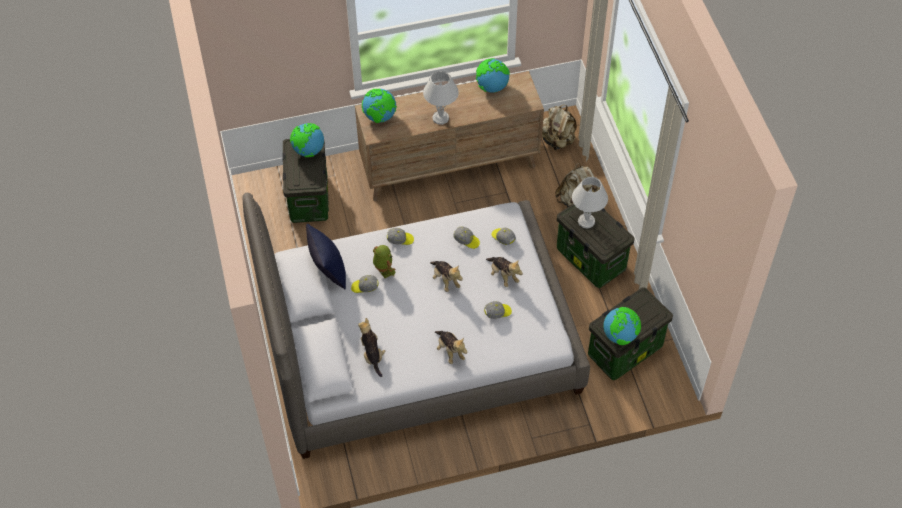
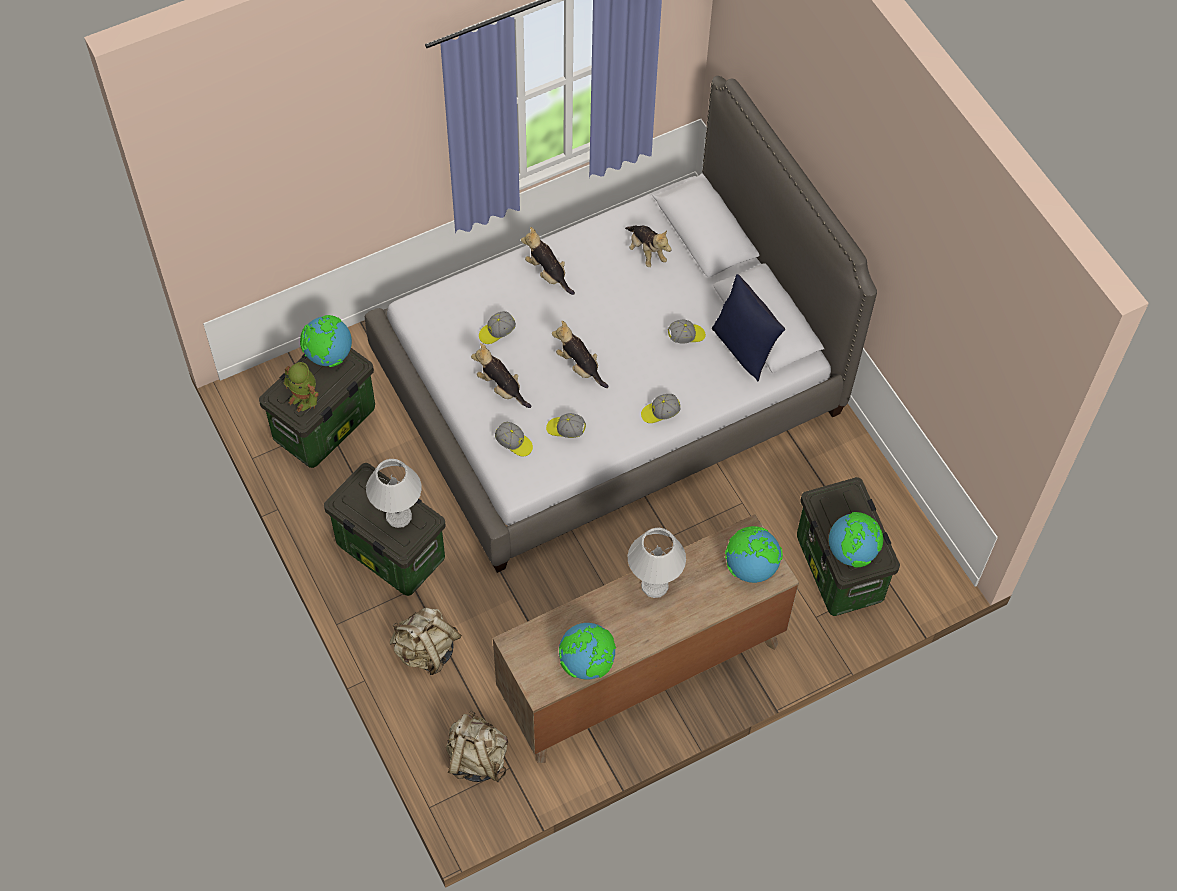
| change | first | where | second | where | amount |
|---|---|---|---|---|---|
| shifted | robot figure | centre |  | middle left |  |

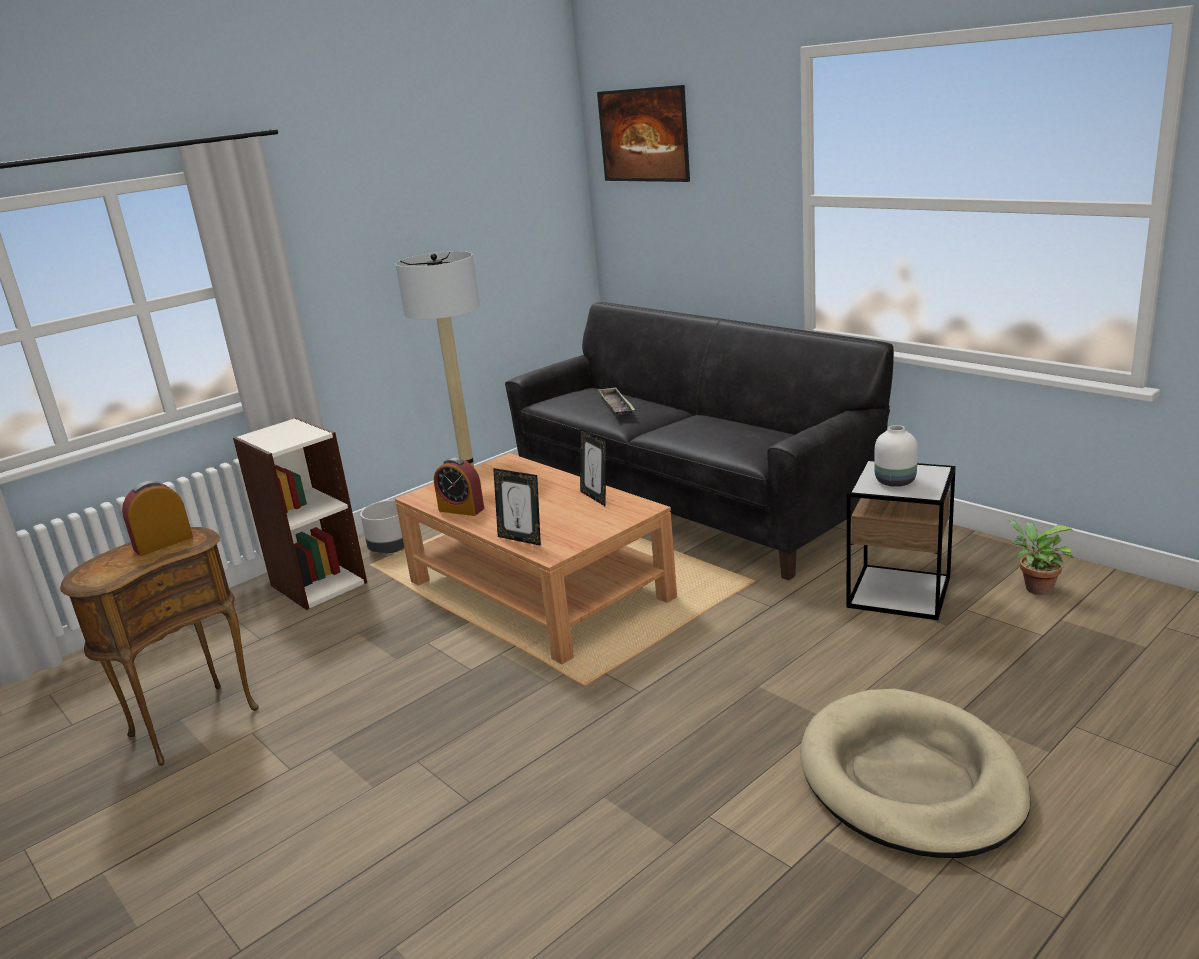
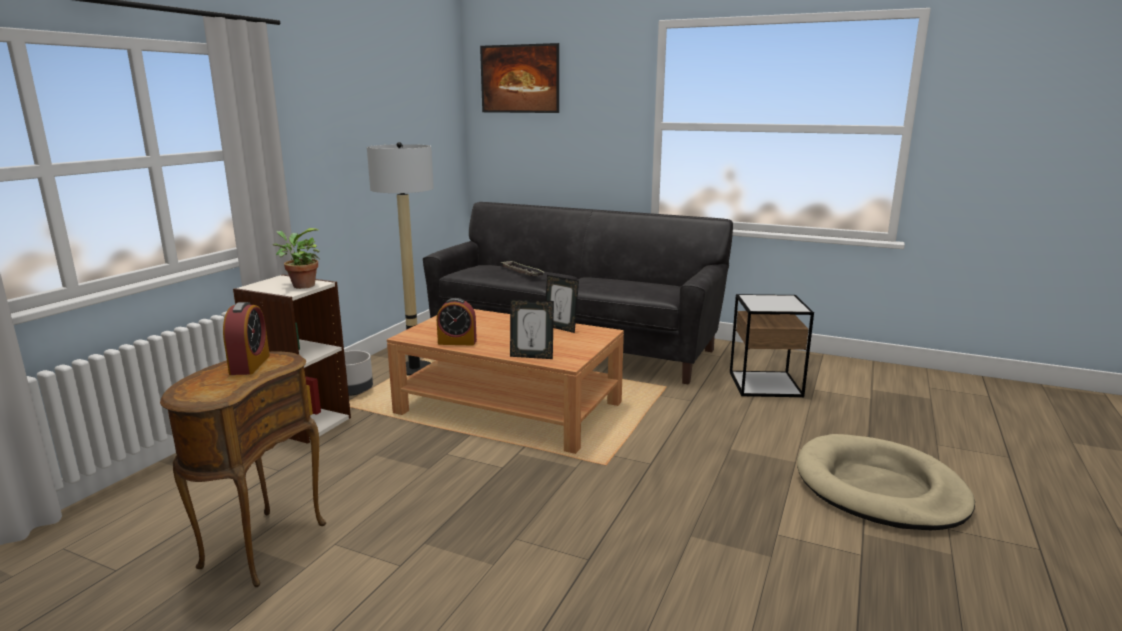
| change | first | where | second | where | amount |
|---|---|---|---|---|---|
| rotated | bedside clock (no. 1 from left) | middle left |  | middle left | 150 degrees clockwise |
| gone | flower vase (white) | middle right |  |  |  |
| shifted | plant in a pot | middle right |  | middle left |  |

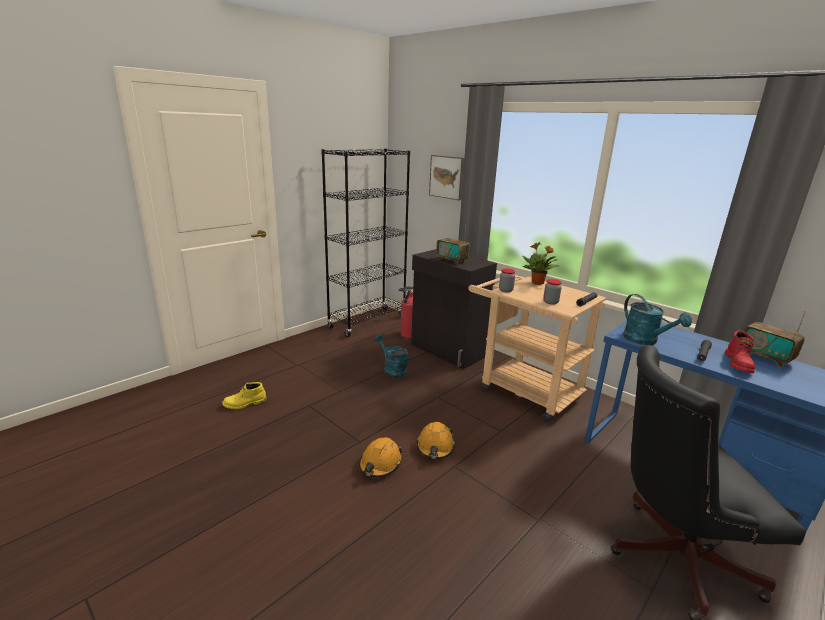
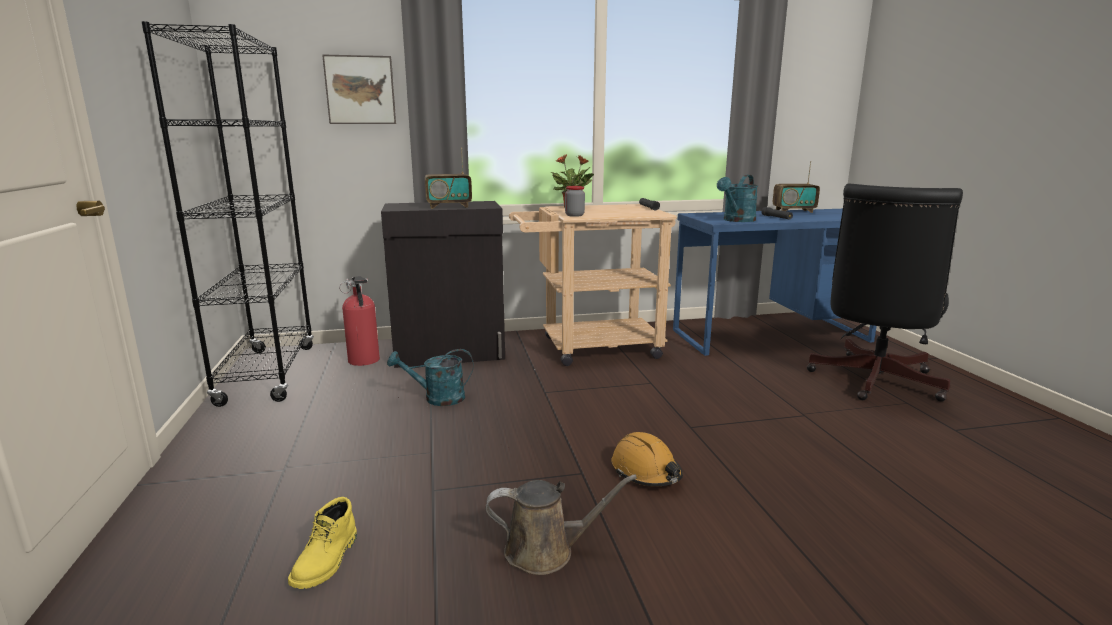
| change | first | where | second | where | amount |
|---|---|---|---|---|---|
| gone | safety helmet (orangey) (no. 2 from left) | bottom centre |  |  |  |
| gone | storage jar (no. 2 from left) | middle right |  |  |  |
| rotated | watering pot (turquoise-coloured) (no. 2 from left) | middle right |  | top centre | 120 degrees clockwise |
| gone | boot (reddish) | middle right |  |  |  |
| new |  |  | watering pot (brownish) | bottom centre |  |

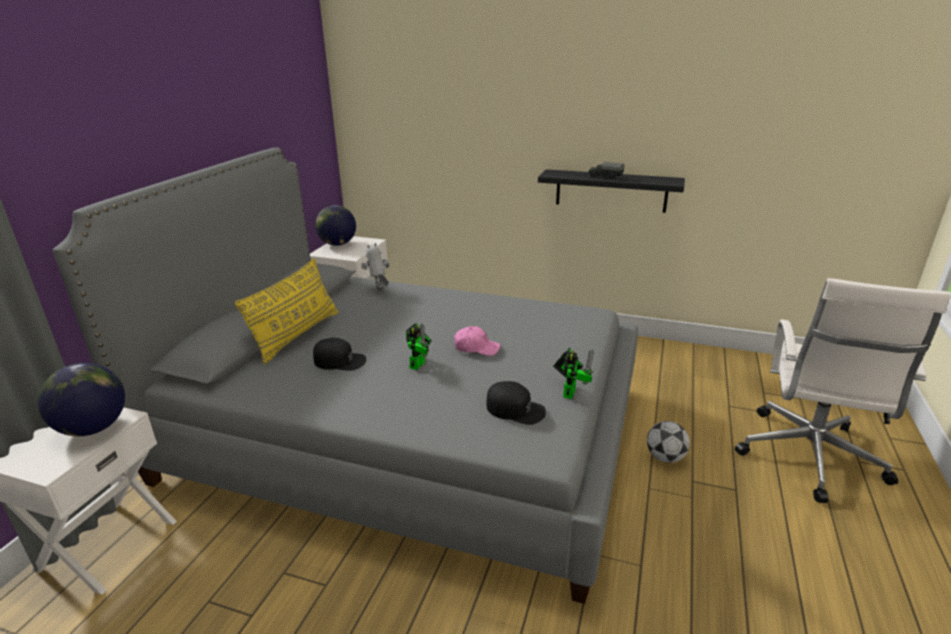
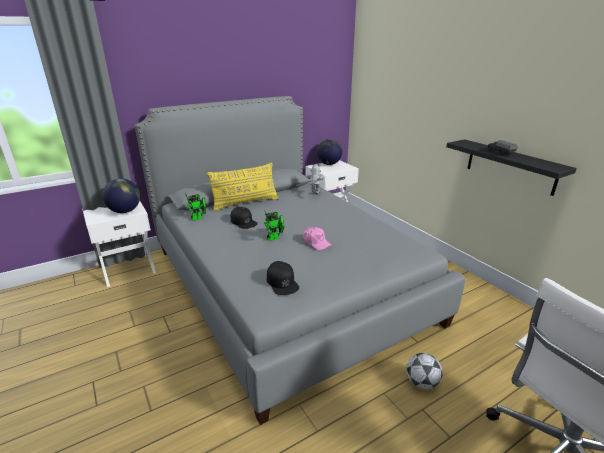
| change | first | where | second | where | amount |
|---|---|---|---|---|---|
| shifted | robot figure (no. 3 from left in the first image) | centre | robot figure (no. 1 from left) | middle left |  |

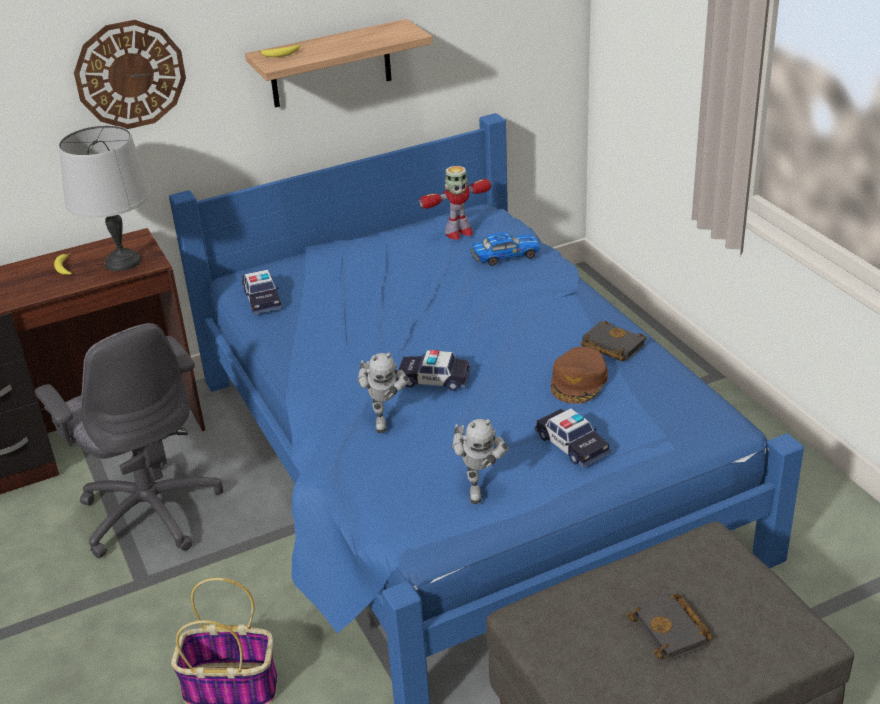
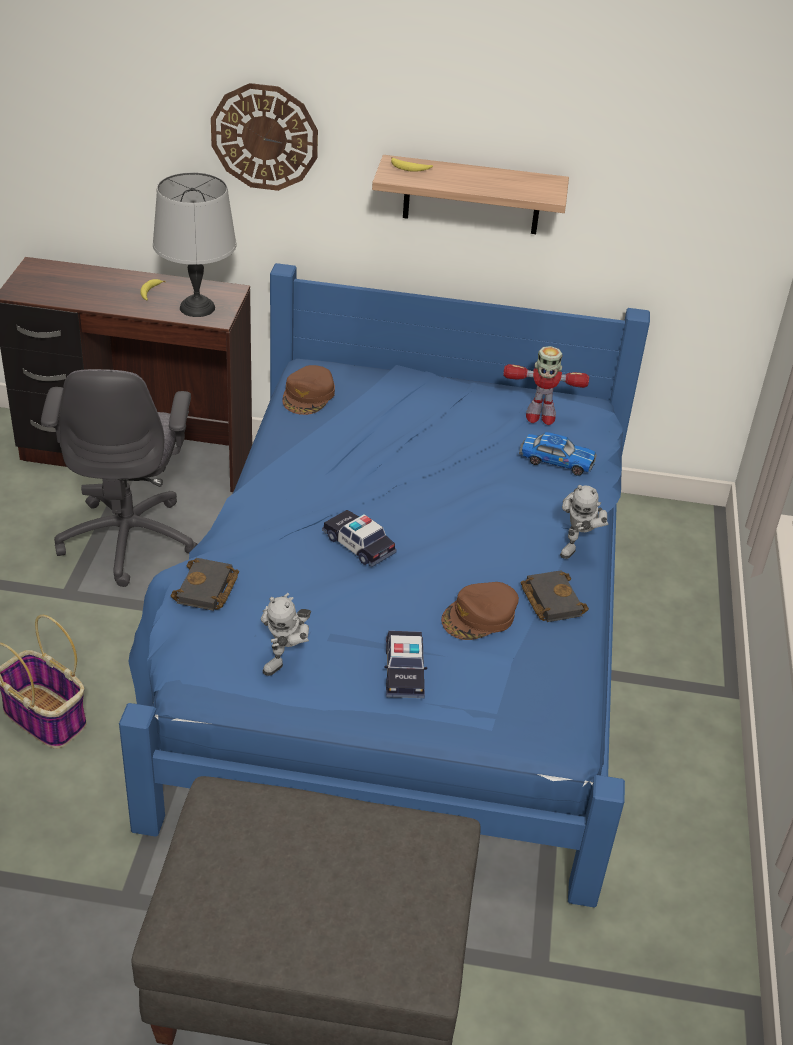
| change | first | where | second | where | amount |
|---|---|---|---|---|---|
| swapped | miniature car (no. 1 from left) | middle left | cap (brownish) (no. 1 from left) | centre |  |
| shifted | robot figure (no. 1 from left in the first image) | centre | robot figure (no. 3 from left) | middle right |  |
| shifted | volume (blackish) (no. 2 from left in the first image) | bottom right | volume (blackish) (no. 1 from left) | middle left |  |

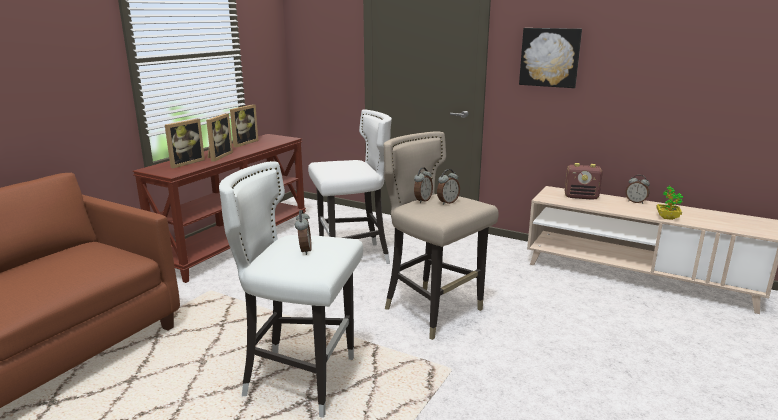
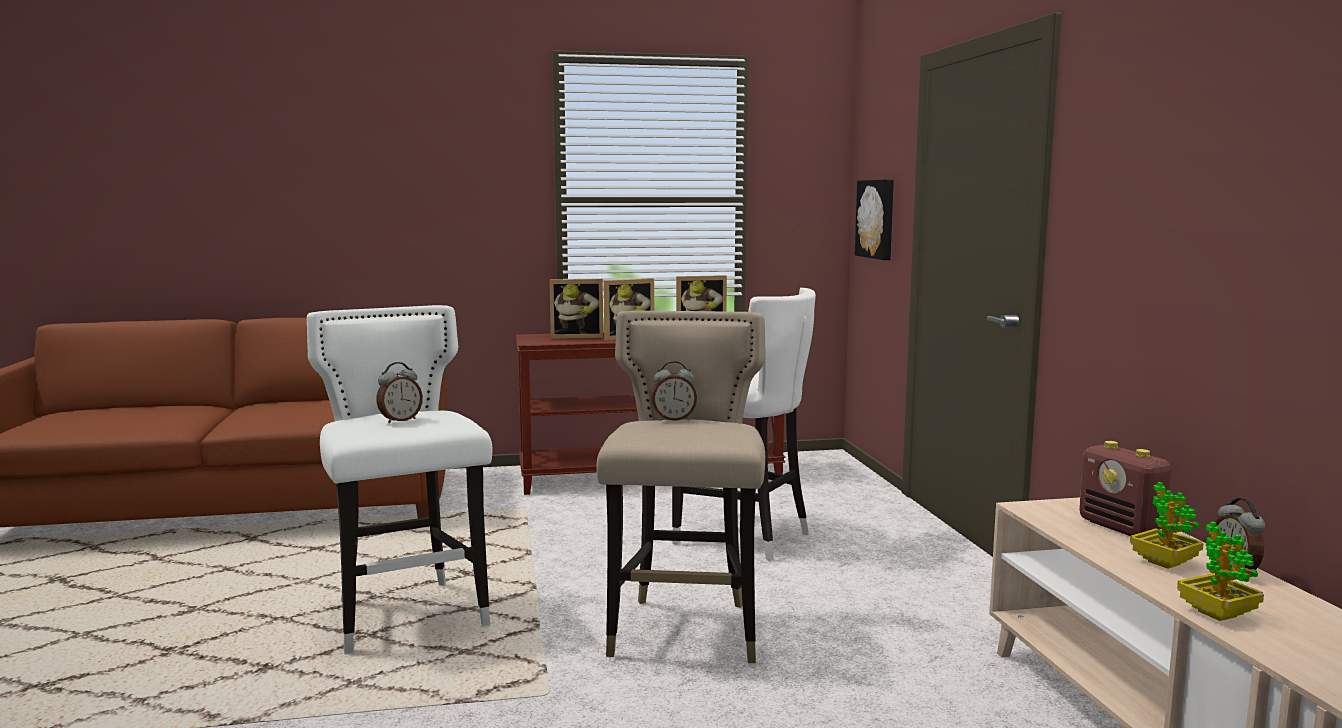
| change | first | where | second | where | amount |
|---|---|---|---|---|---|
| gone | bedside clock (no. 3 from left) | centre |  |  |  |
| shifted | wall art | top right |  | top centre |  |
| new |  |  | plant in a pot (no. 1 from left) | bottom right |  |

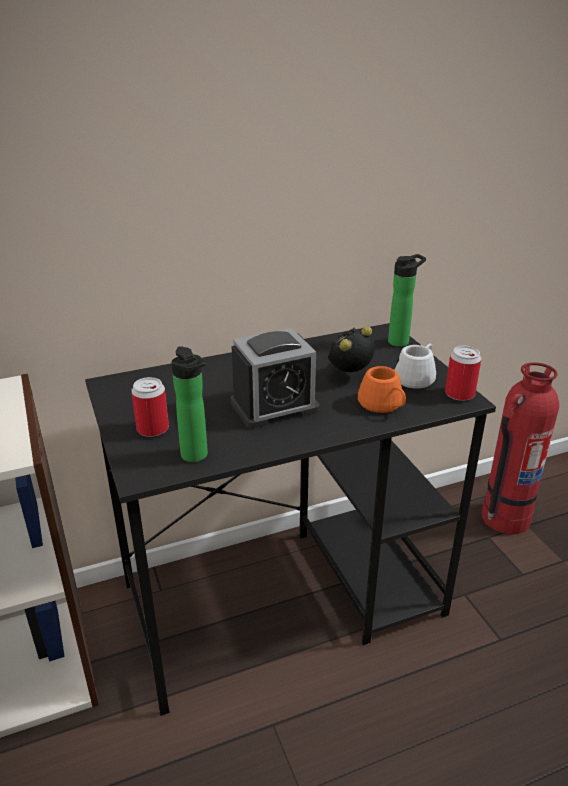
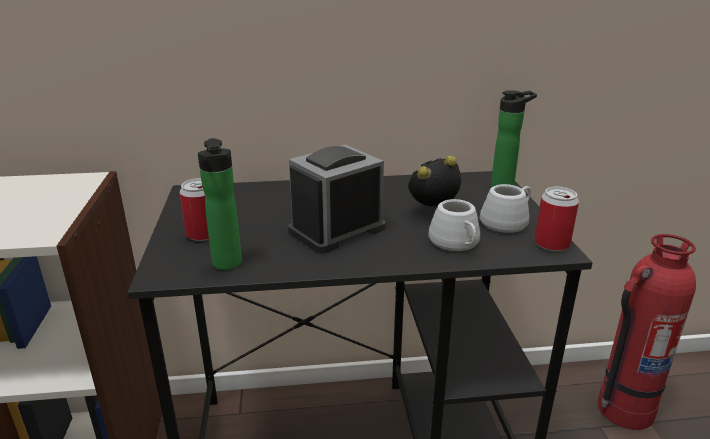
| change | first | where | second | where | amount |
|---|---|---|---|---|---|
| rotated | bedside clock (no. 1 from left) | centre |  | centre | 150 degrees clockwise |
| repainted | tea mug (orangey) | middle right | tea mug (white) (no. 1 from left) | centre |  |

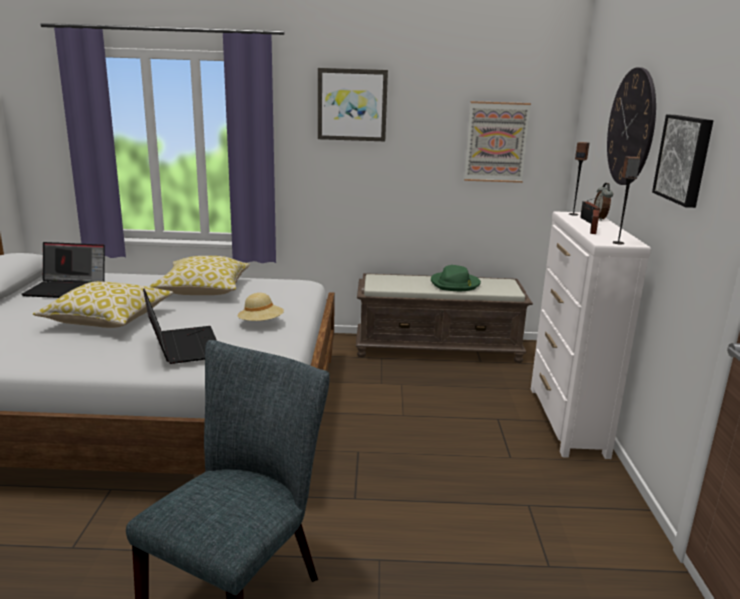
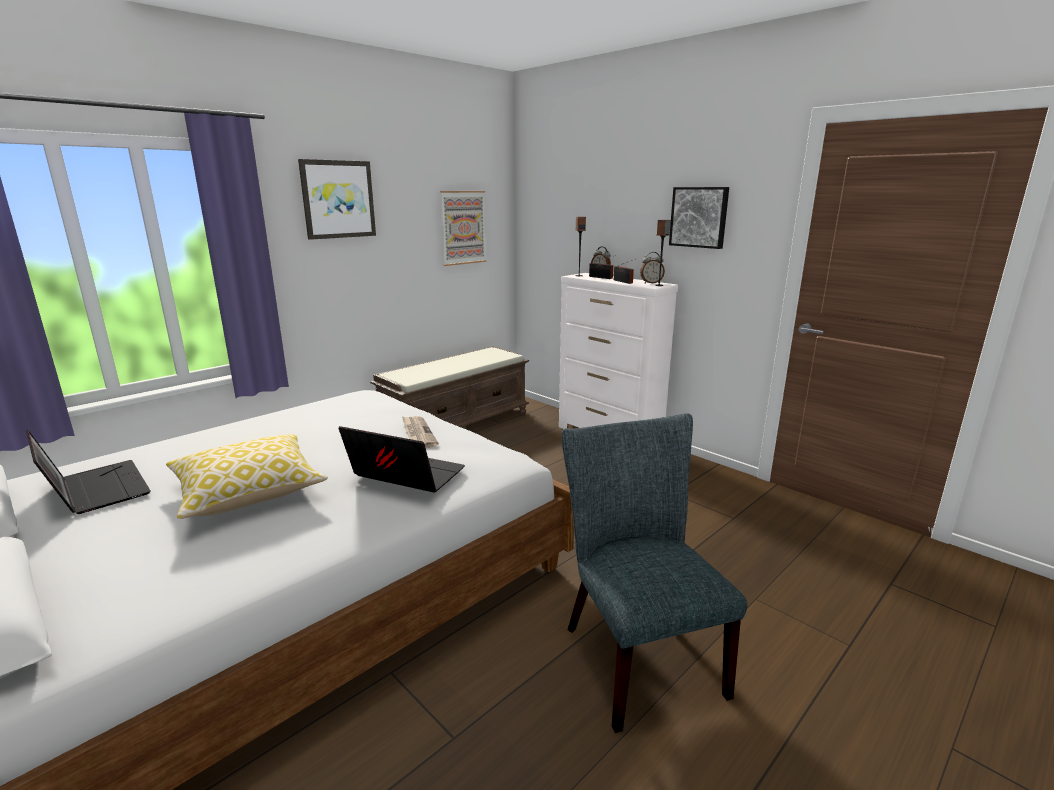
| change | first | where | second | where | amount |
|---|---|---|---|---|---|
| rotated | notebook computer (no. 1 from left) | middle left |  | middle left | 90 degrees counterclockwise |
| gone | throw pillow (no. 2 from left) | middle left |  |  |  |
| swapped | hat (beige-coloured) | centre | daily paper | centre |  |
| gone | hat (green) | centre |  |  |  |
| gone | hanging clock | top right |  |  |  |
| new |  |  | bedside clock (no. 2 from left) | centre |  |

